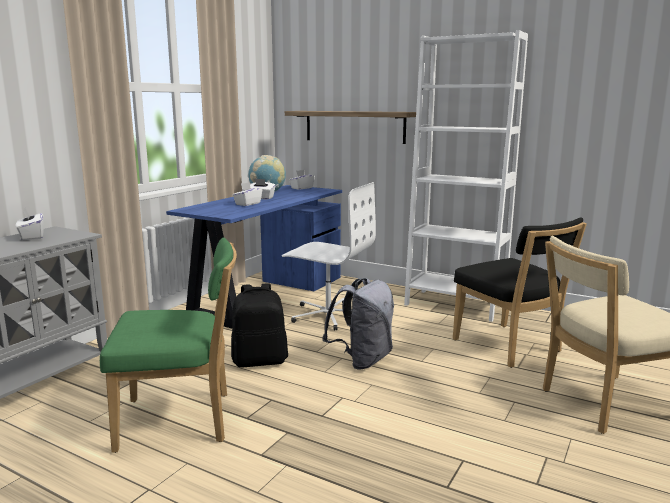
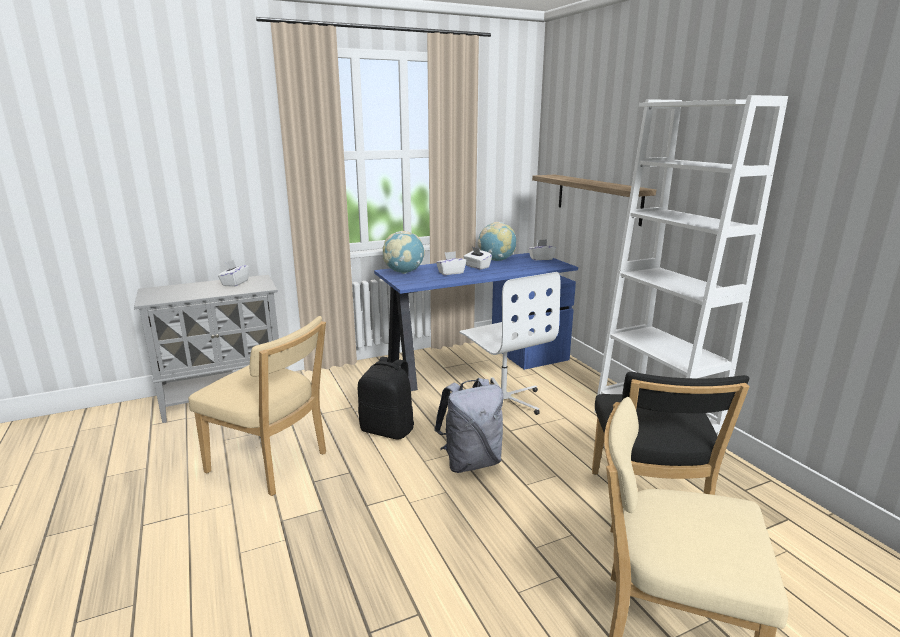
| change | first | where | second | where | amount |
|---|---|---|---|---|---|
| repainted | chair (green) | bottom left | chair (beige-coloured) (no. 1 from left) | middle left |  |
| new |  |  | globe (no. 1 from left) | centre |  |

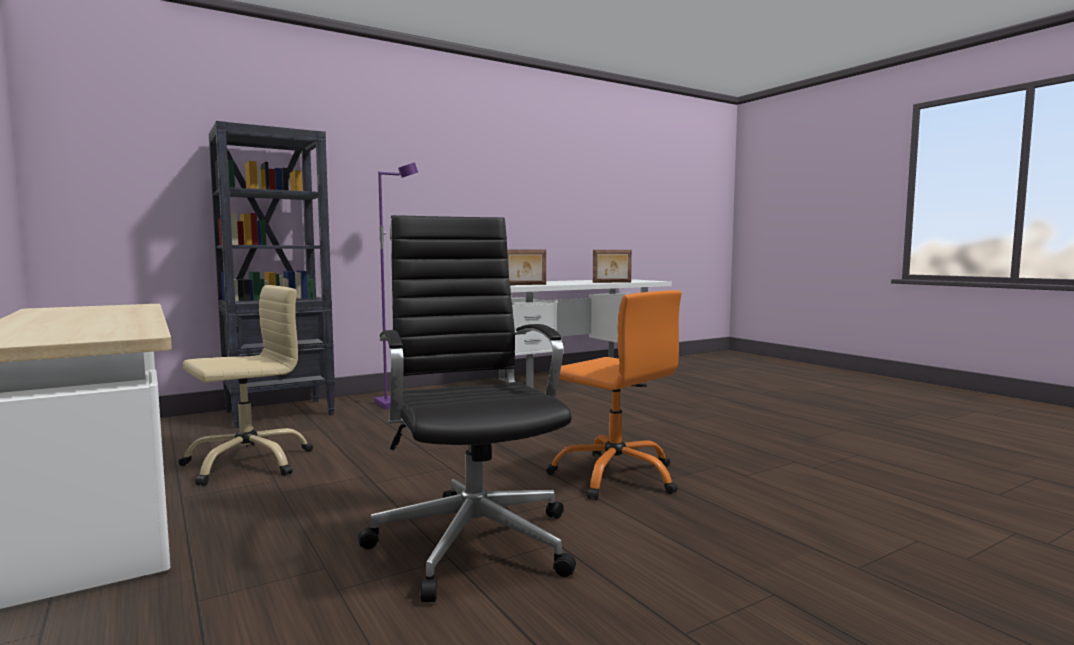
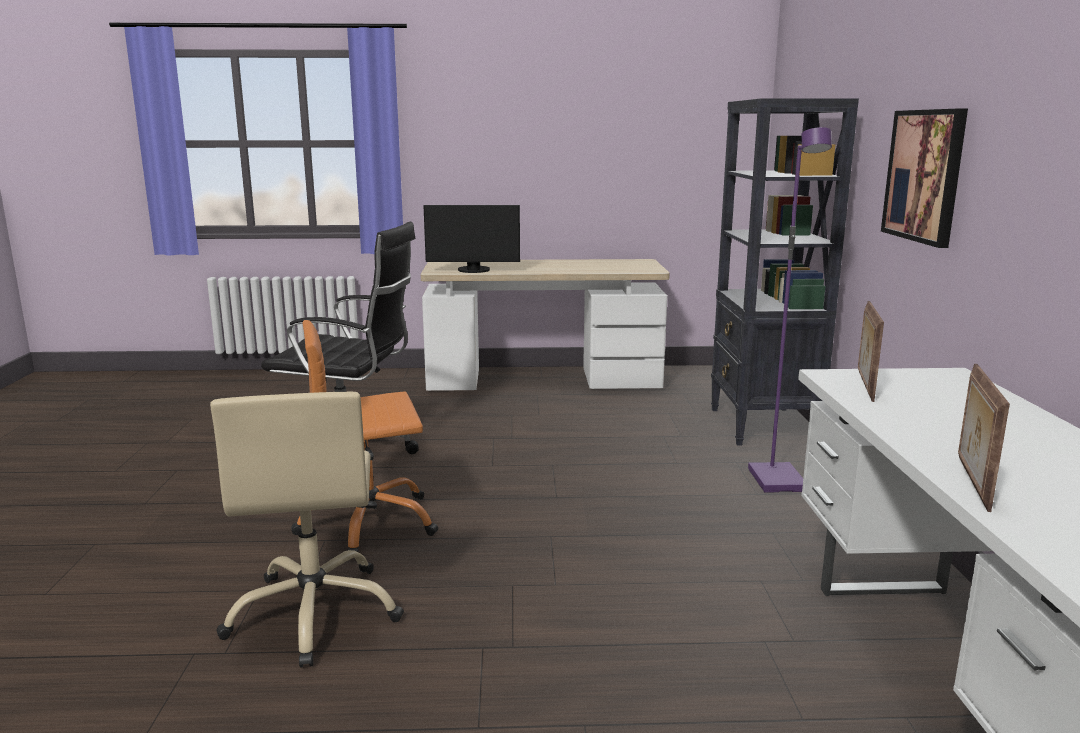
| change | first | where | second | where | amount |
|---|---|---|---|---|---|
| shifted | computer chair (beige-coloured) | middle left |  | bottom left |  |
| new |  |  | monitor | top centre |  |
| new |  |  | wall art | top right |  |

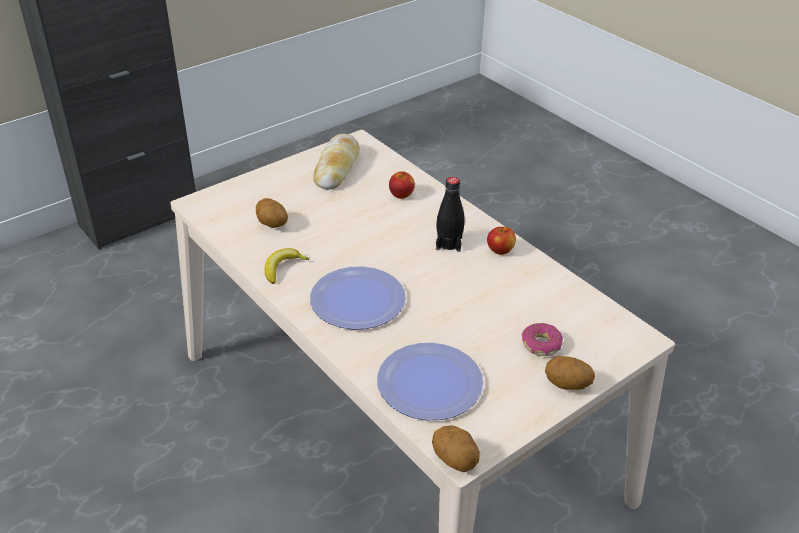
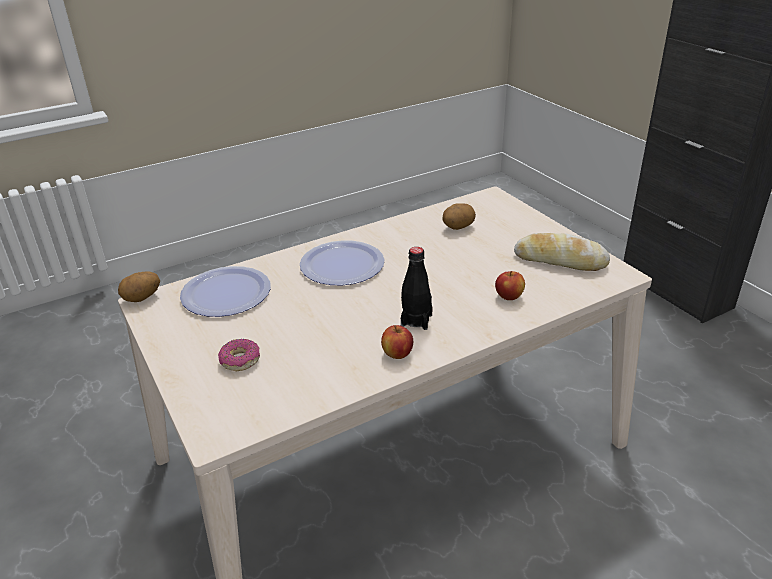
| change | first | where | second | where | amount |
|---|---|---|---|---|---|
| gone | whole banana | centre |  |  |  |
| gone | potato (no. 3 from left) | bottom right |  |  |  |

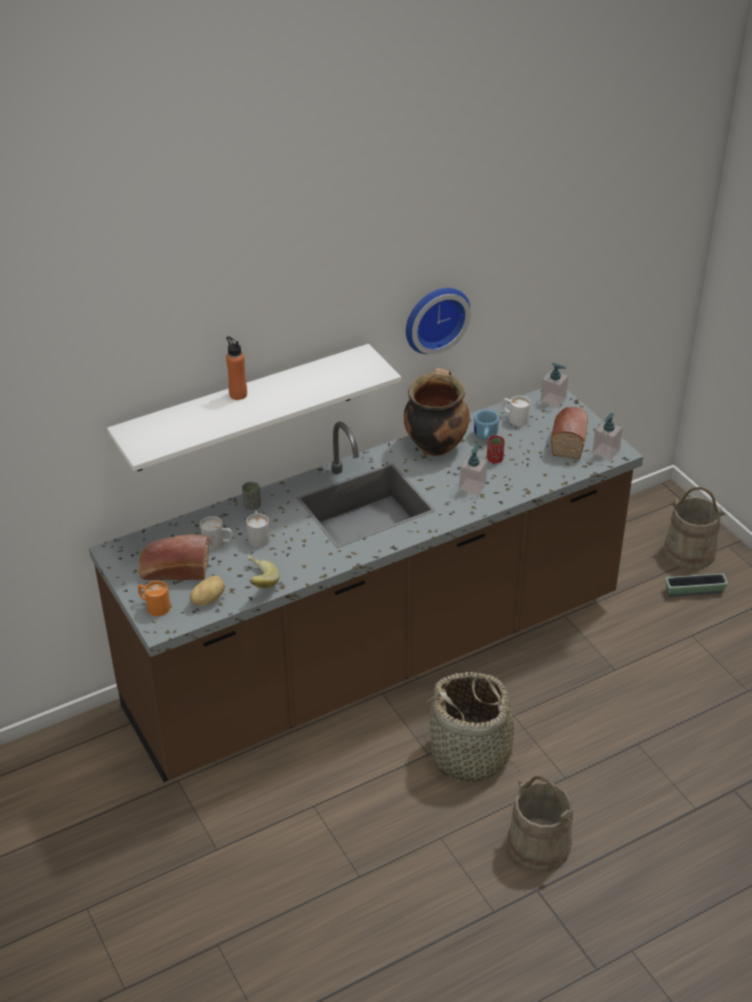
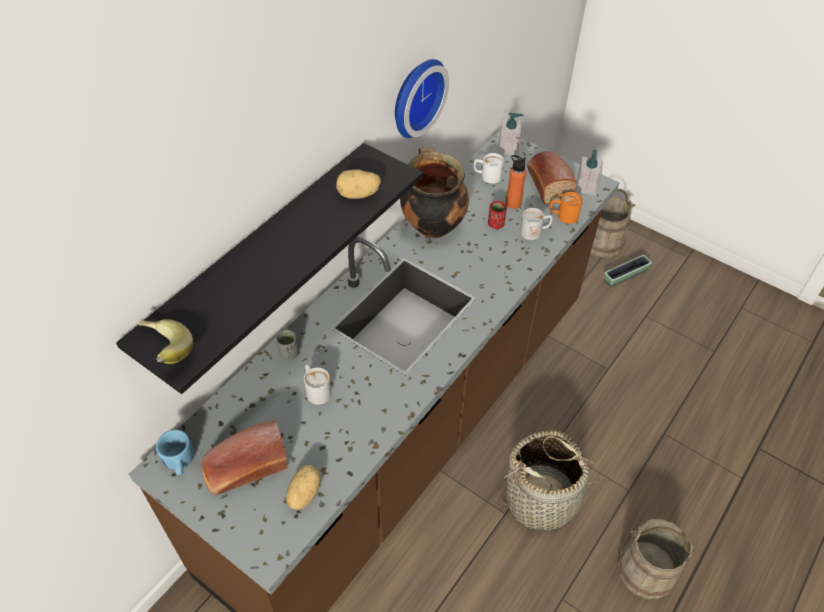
| change | first | where | second | where | amount |
|---|---|---|---|---|---|
| repainted | shelf (white) | centre | shelf (blackish) | middle left |  |
| shifted | tea mug (orangey) | middle left |  | middle right |  |
| shifted | tea mug (white) (no. 1 from left in the first image) | middle left | tea mug (white) (no. 3 from left) | centre |  |
| shifted | beverage bottle (orangey) | middle left |  | top centre |  |
| shifted | whole banana | centre |  | middle left |  |
| gone | soap bottle (no. 1 from left) | centre |  |  |  |
| shifted | tea mug (blue) | centre |  | bottom left |  |
| new |  |  | potato (no. 2 from left) | top centre |  |

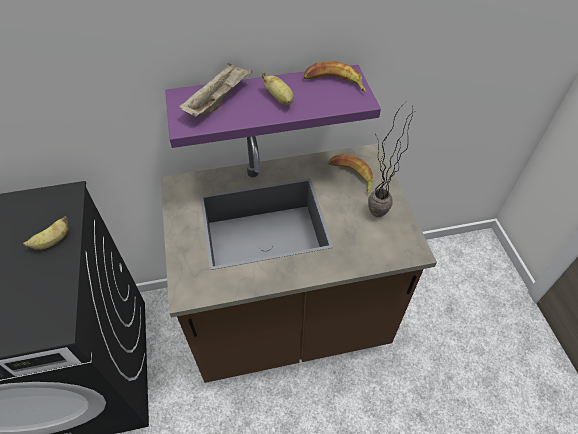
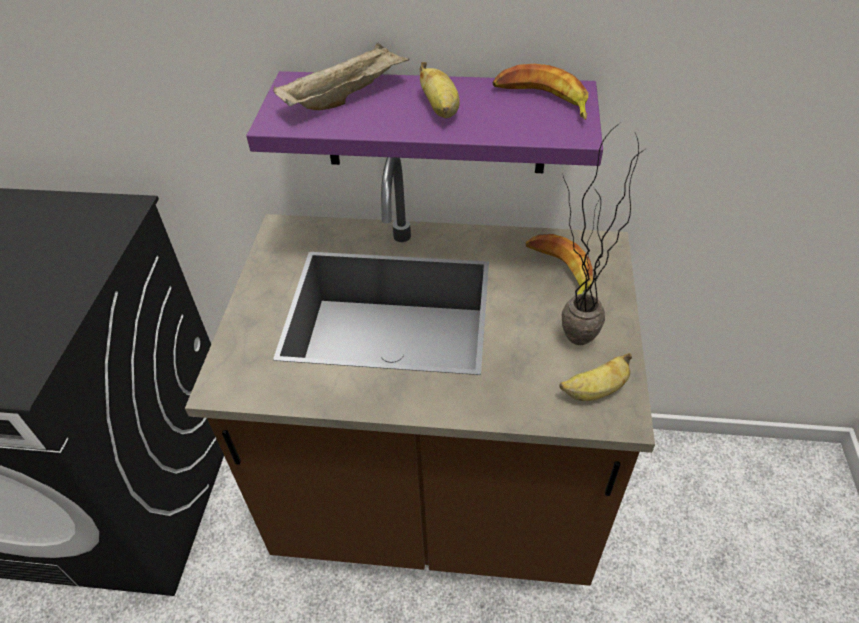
| change | first | where | second | where | amount |
|---|---|---|---|---|---|
| shifted | whole banana (no. 1 from left in the first image) | middle left | whole banana (no. 4 from left) | middle right |  |

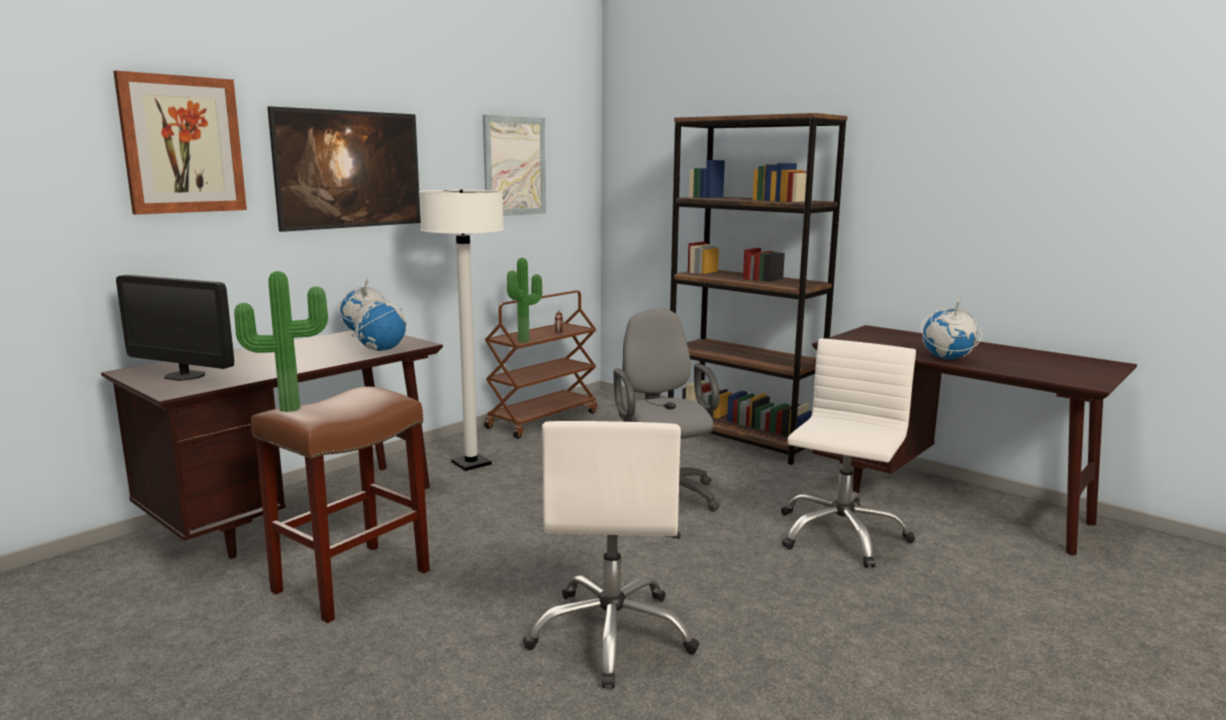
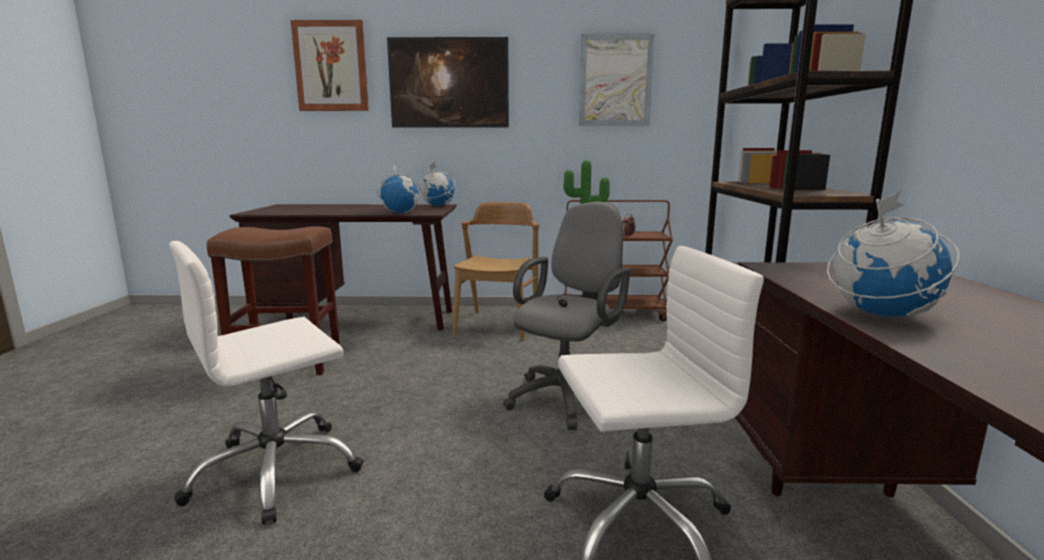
| change | first | where | second | where | amount |
|---|---|---|---|---|---|
| gone | monitor | middle left |  |  |  |
| gone | plant in a pot (no. 1 from left) | middle left |  |  |  |
| swapped | standard lamp (white) | centre | chair (brownish) | centre |  |

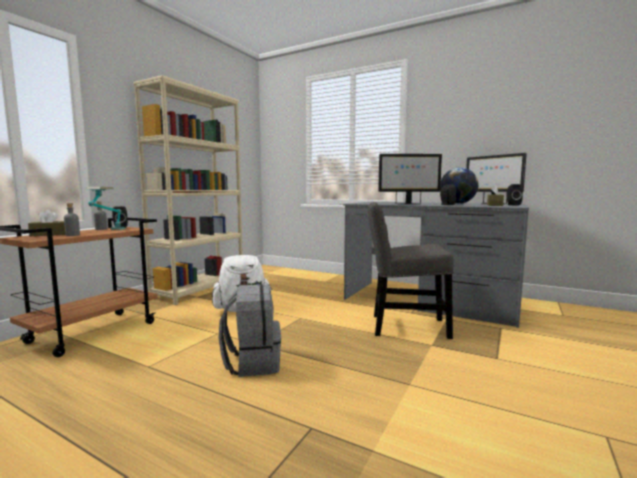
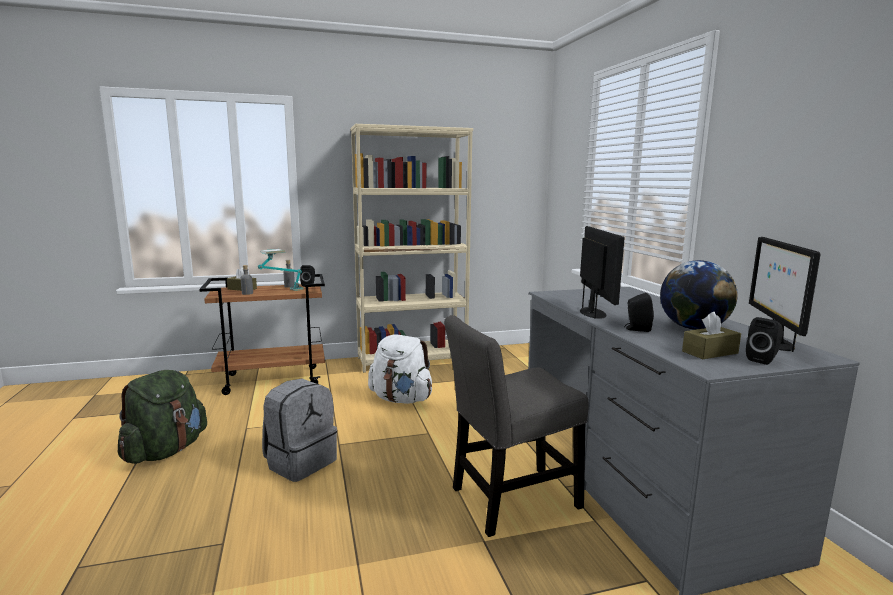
| change | first | where | second | where | amount |
|---|---|---|---|---|---|
| rotated | chair (grey) | centre |  | bottom centre | 75 degrees counterclockwise |
| rotated | monitor (no. 1 from left) | centre |  | middle right | 135 degrees counterclockwise |
| new |  |  | knapsack (green) | bottom left |  |

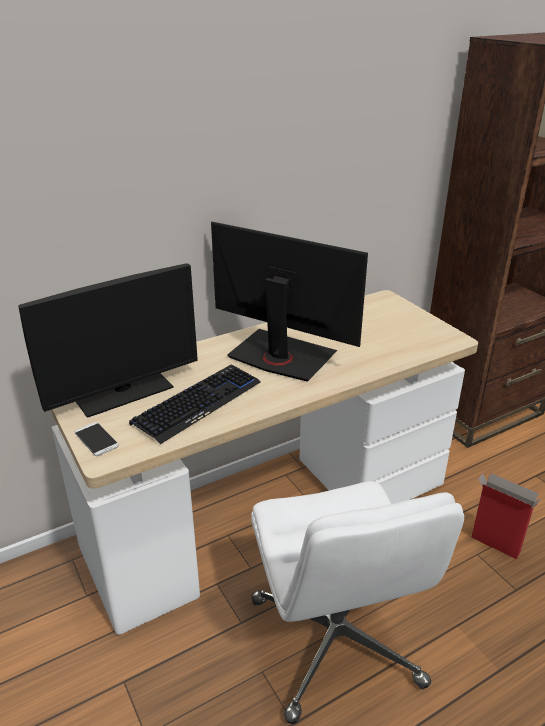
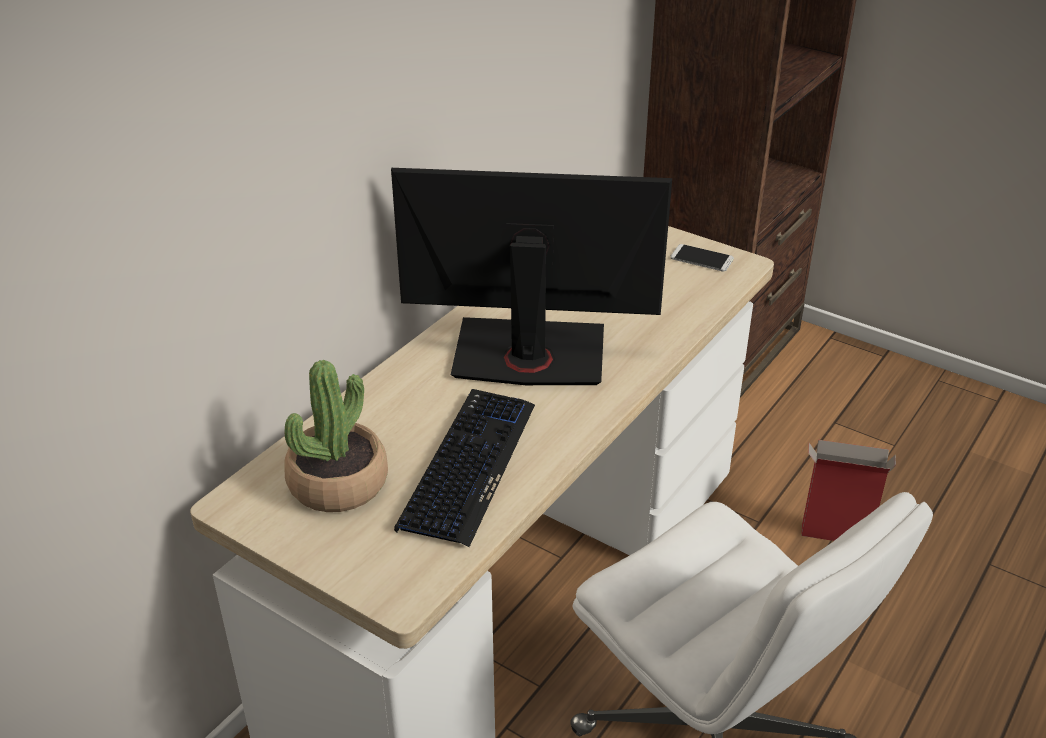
| change | first | where | second | where | amount |
|---|---|---|---|---|---|
| swapped | monitor (no. 1 from left) | middle left | plant in a pot | middle left |  |
| shifted | handset | middle left |  | middle right |  |

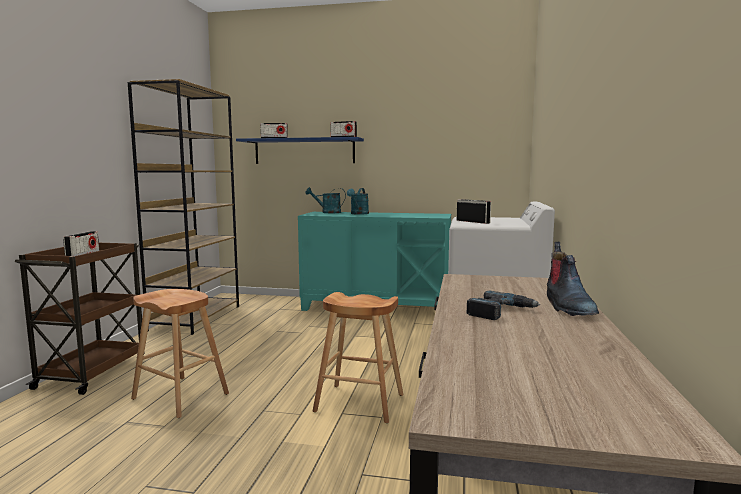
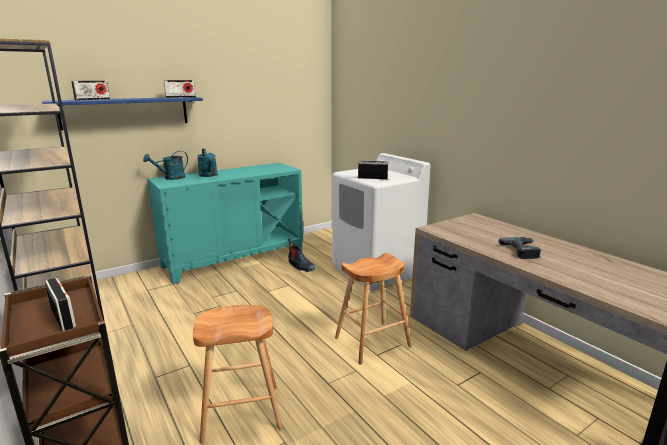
| change | first | where | second | where | amount |
|---|---|---|---|---|---|
| shifted | boot | middle right |  | centre |  |

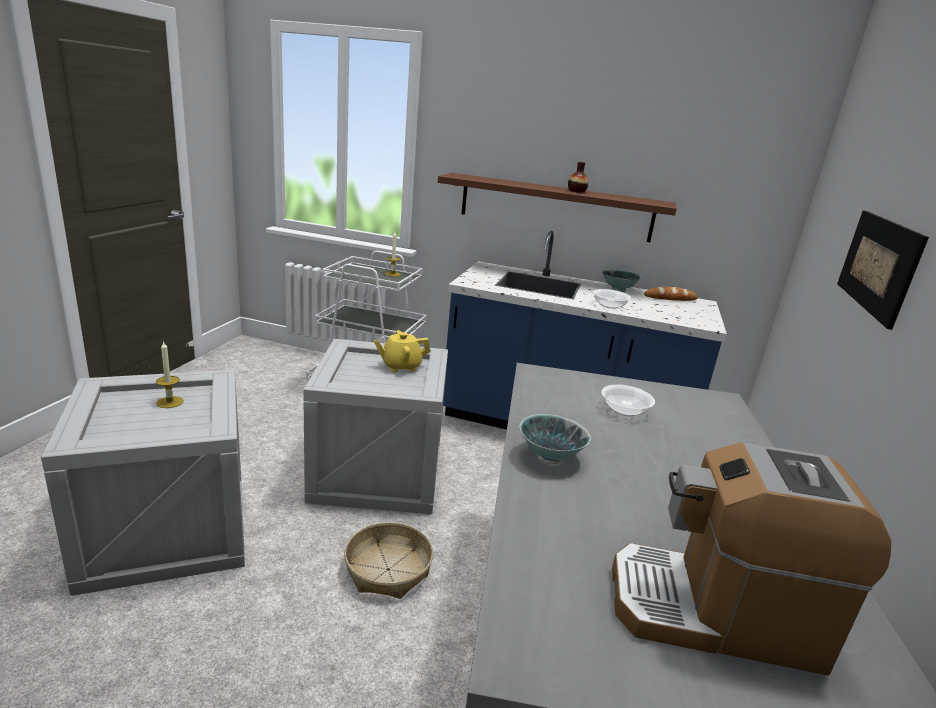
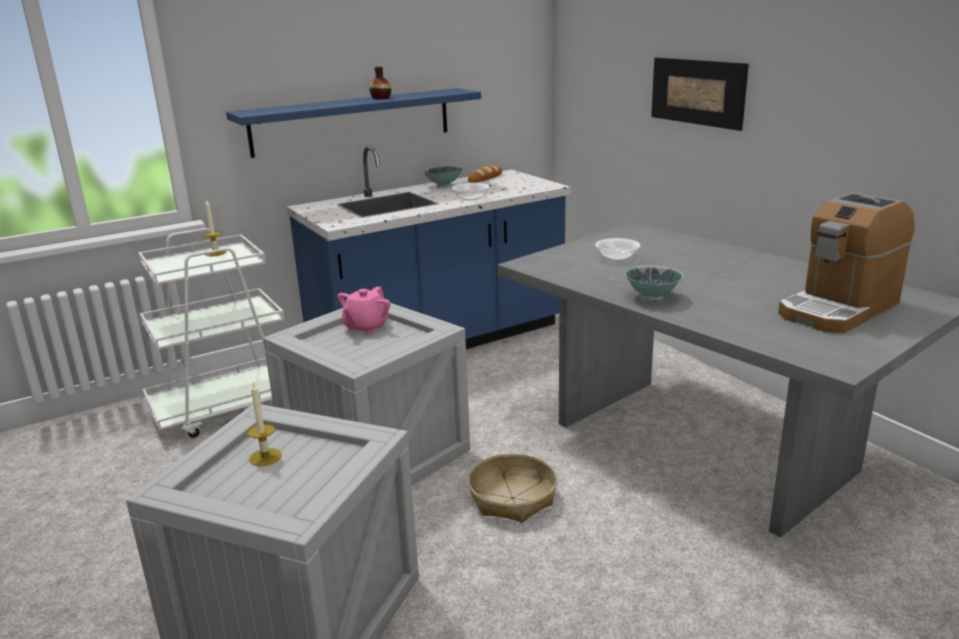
| change | first | where | second | where | amount |
|---|---|---|---|---|---|
| repainted | tea pot (yellow) | centre | tea pot (pink) | centre |  |
| repainted | shelf (brownish) | top centre | shelf (blue) | top centre |  |

